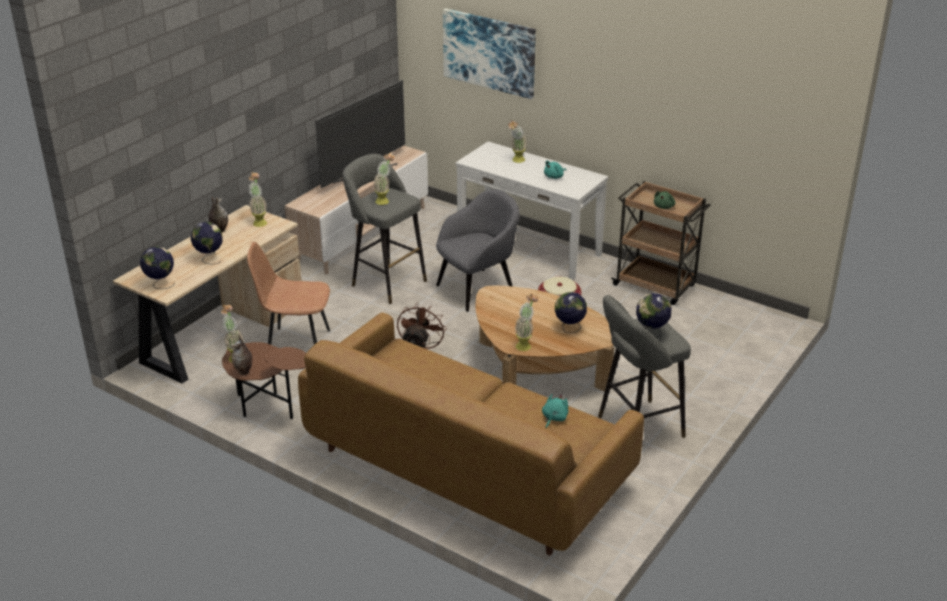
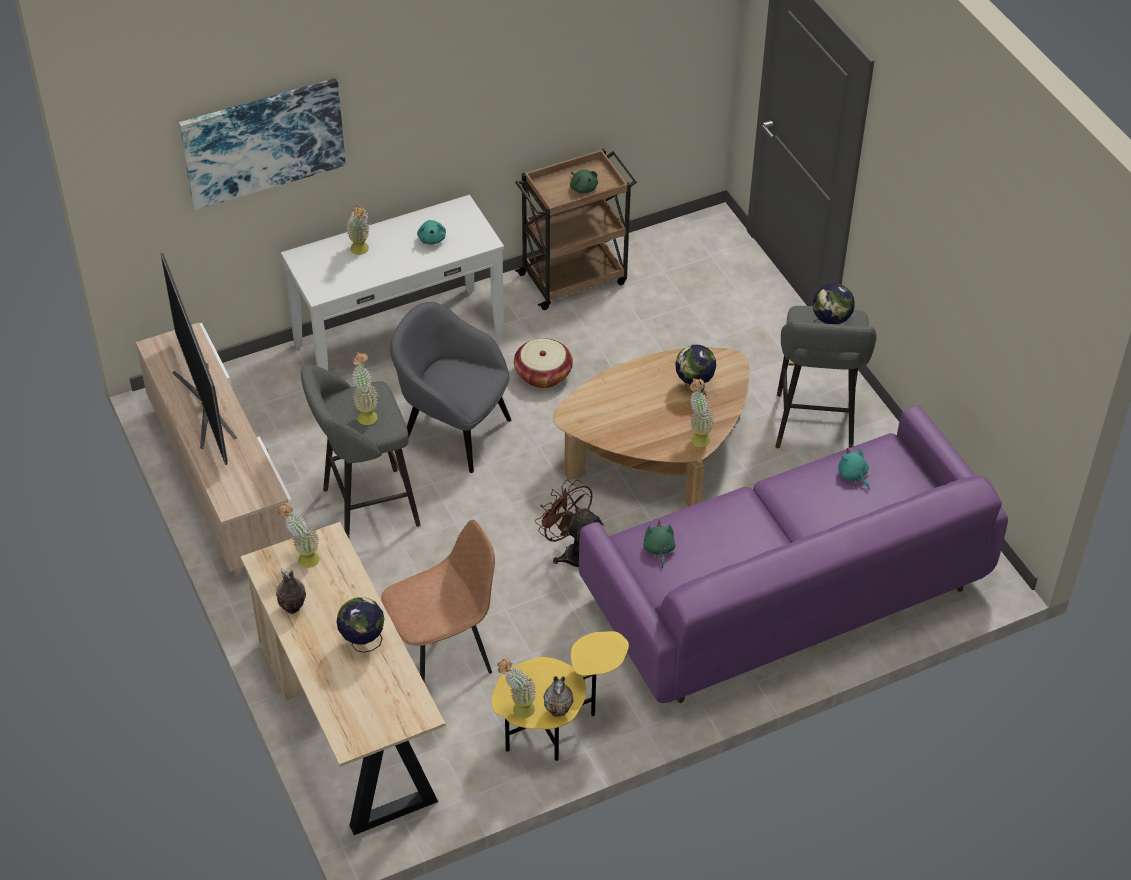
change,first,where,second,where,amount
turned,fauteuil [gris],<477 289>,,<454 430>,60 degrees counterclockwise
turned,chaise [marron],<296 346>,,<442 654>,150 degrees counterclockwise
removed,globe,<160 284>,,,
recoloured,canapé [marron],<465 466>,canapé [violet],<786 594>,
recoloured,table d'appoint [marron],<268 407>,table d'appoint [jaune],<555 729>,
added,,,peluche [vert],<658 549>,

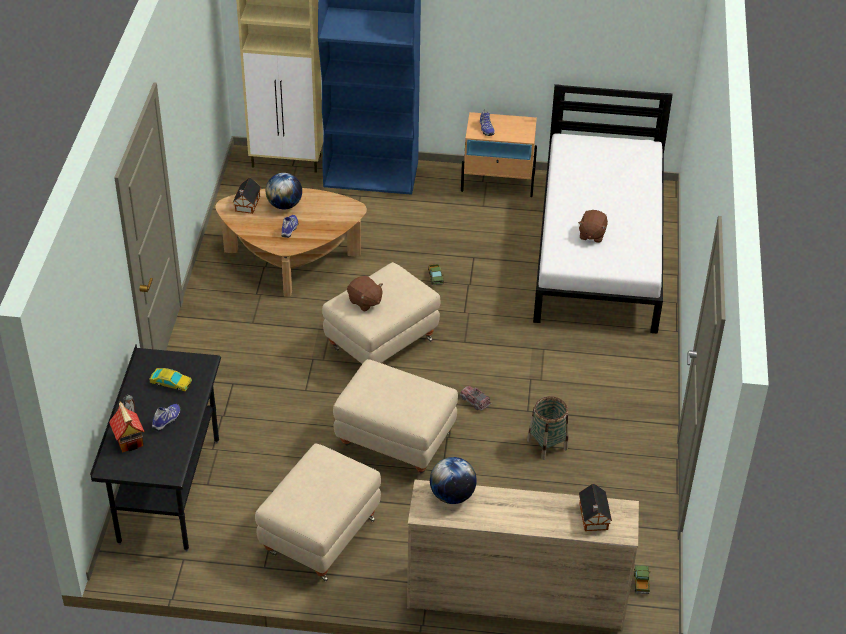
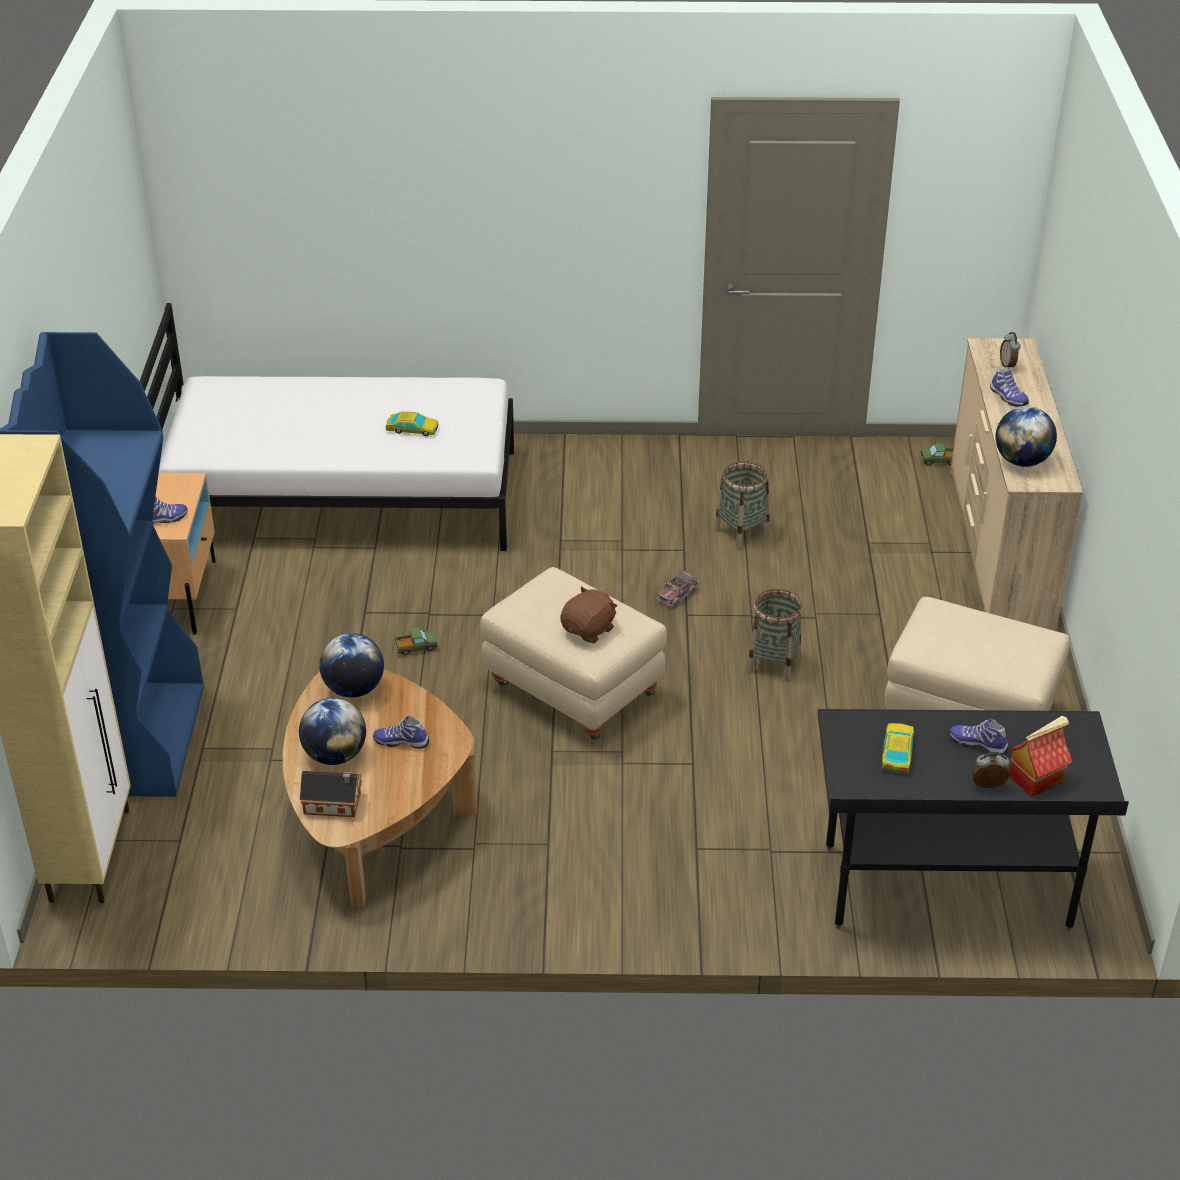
change,first,where,second,where,amount
replaced,peluche [marron],<591 234>,petite voiture,<412 429>,
replaced,pouf [beige],<394 441>,panier,<774 664>,
replaced,maison miniature,<593 518>,réveil,<1008 365>,
added,,,chaussure,<1007 397>,
added,,,globe,<354 689>,

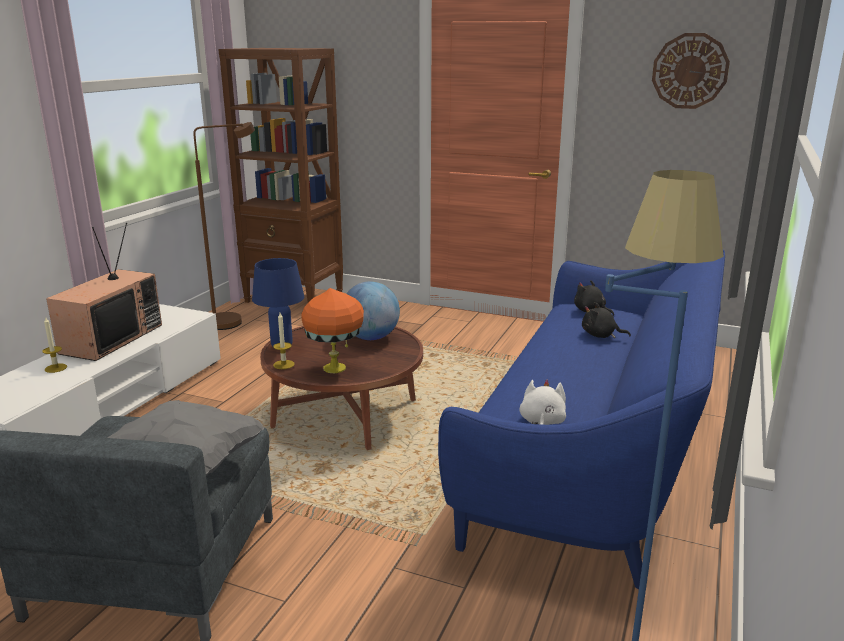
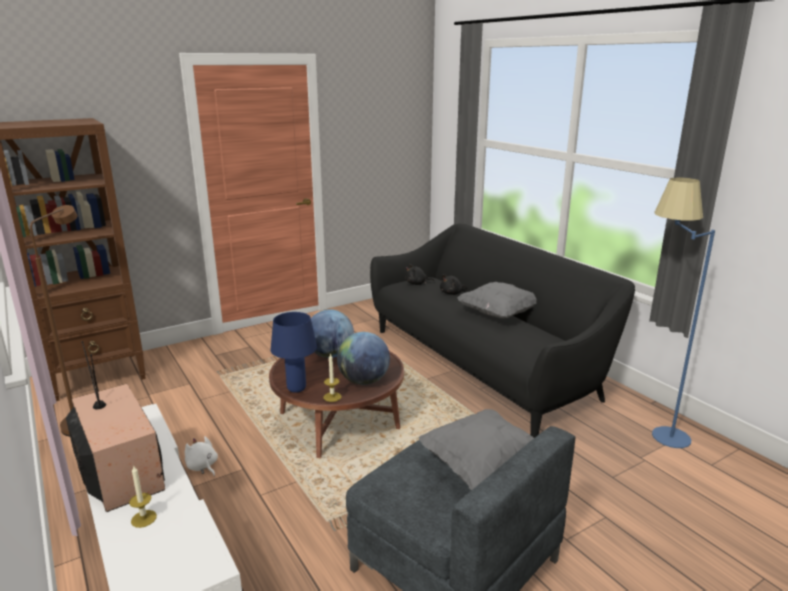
change,first,where,second,where,amount
removed,horloge murale,<690 71>,,,
recoloured,canapé [bleu],<595 454>,canapé [noir],<484 363>,
replaced,lampe de table [orange],<335 368>,globe,<363 381>,
moved,peluche [blanc],<541 422>,,<202 467>,
added,,,coussin [gris],<498 314>,

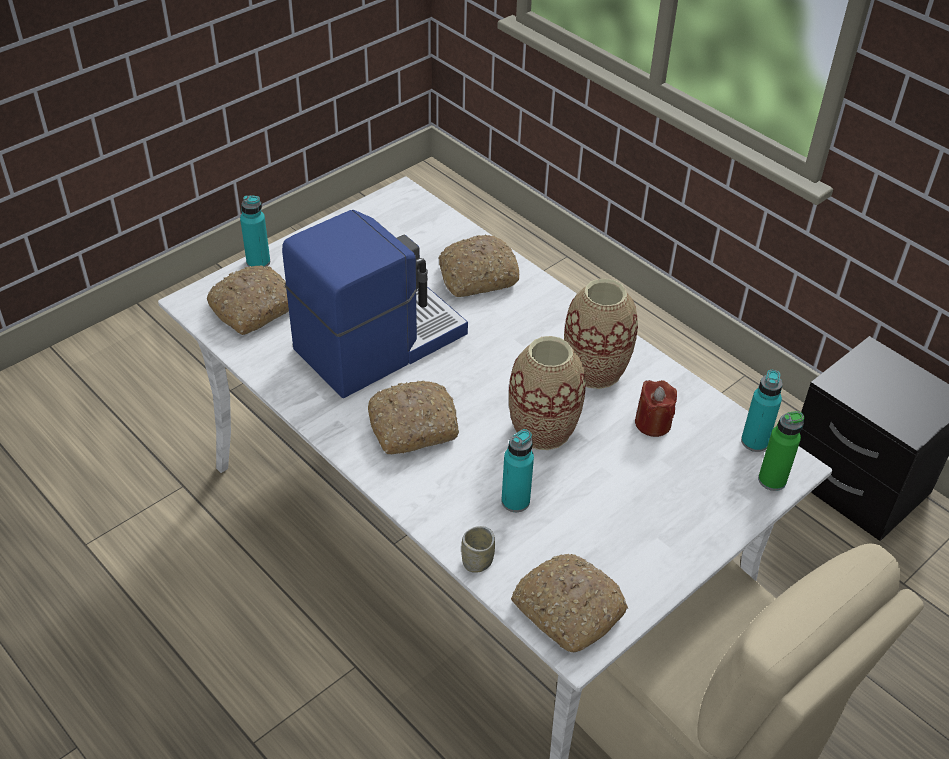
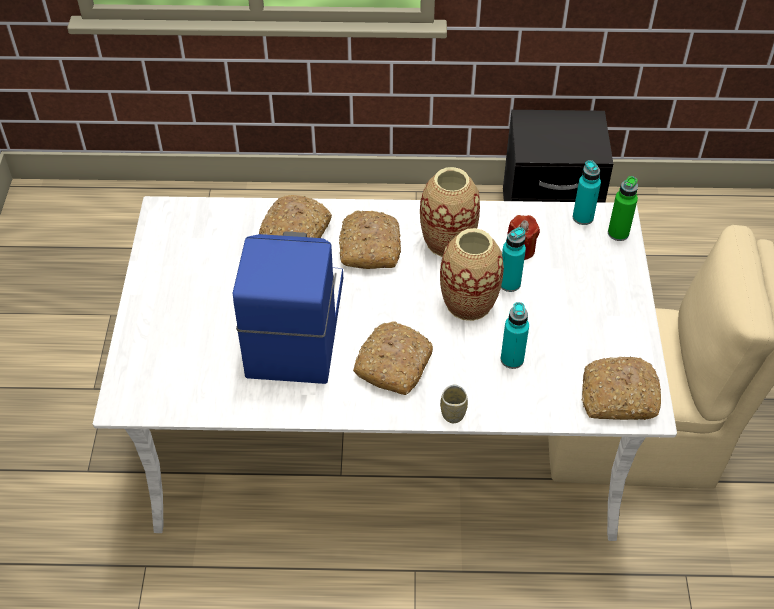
change,first,where,second,where,amount
moved,bouteille [turquoise],<258 262>,,<509 283>,
moved,pain,<253 307>,,<369 247>,
moved,tasse,<477 562>,,<453 413>,

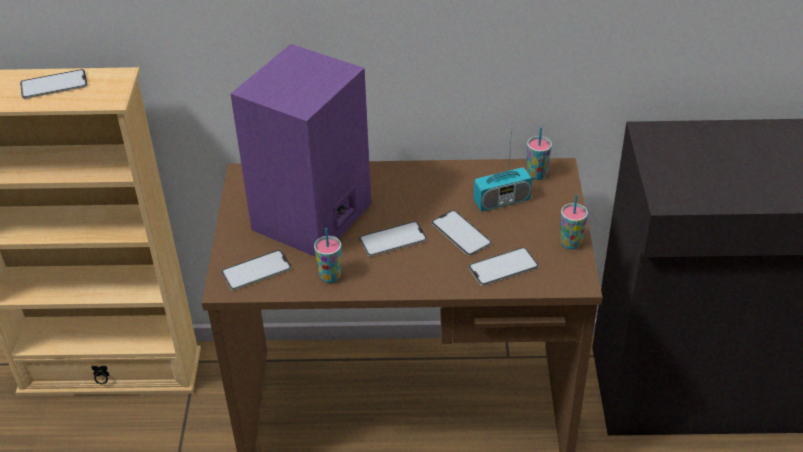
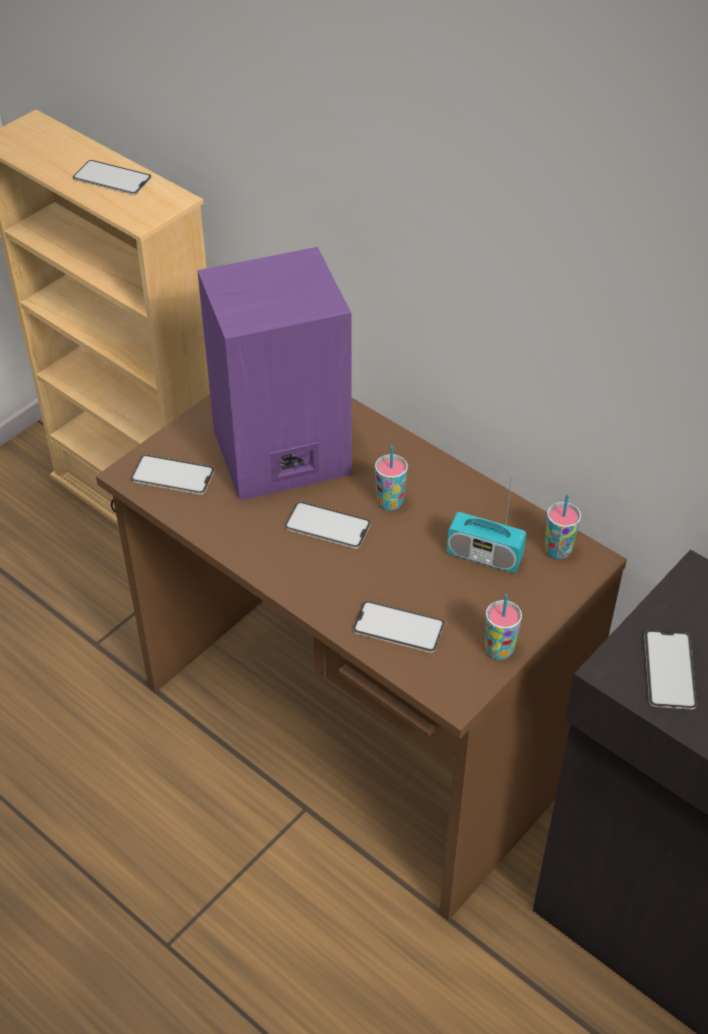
change,first,where,second,where,amount
moved,téléphone,<461 233>,,<669 670>,
moved,tasse,<330 276>,,<390 502>,

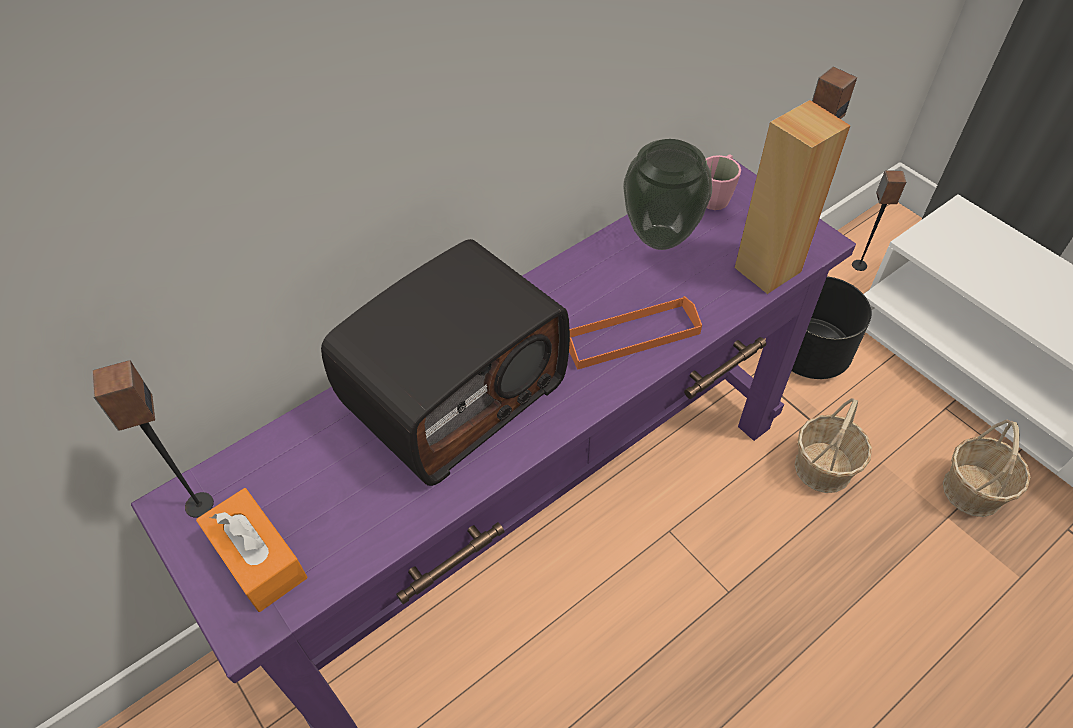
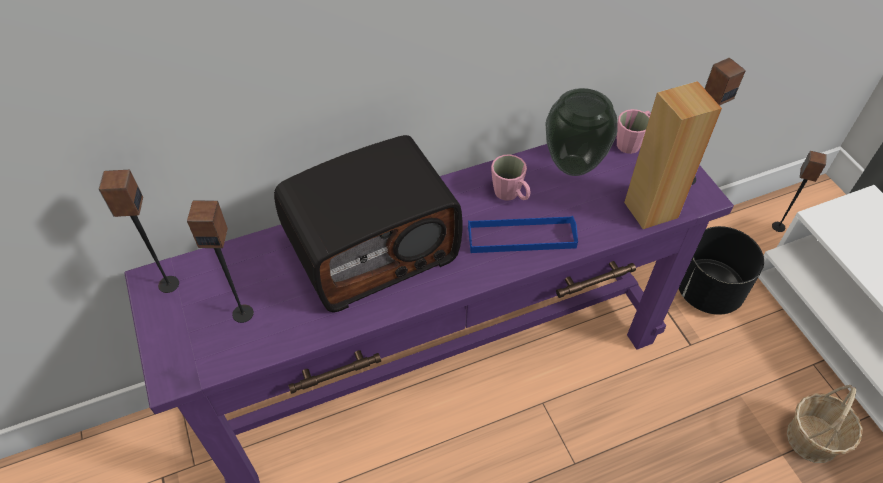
change,first,where,second,where,amount
recoloured,plateau [orange],<631 336>,plateau [bleu],<521 237>,
removed,panier,<823 468>,,,
removed,boîte à mouchoirs [orange],<258 558>,,,
added,,,mug [rose],<511 195>,
added,,,enceinte,<243 313>,

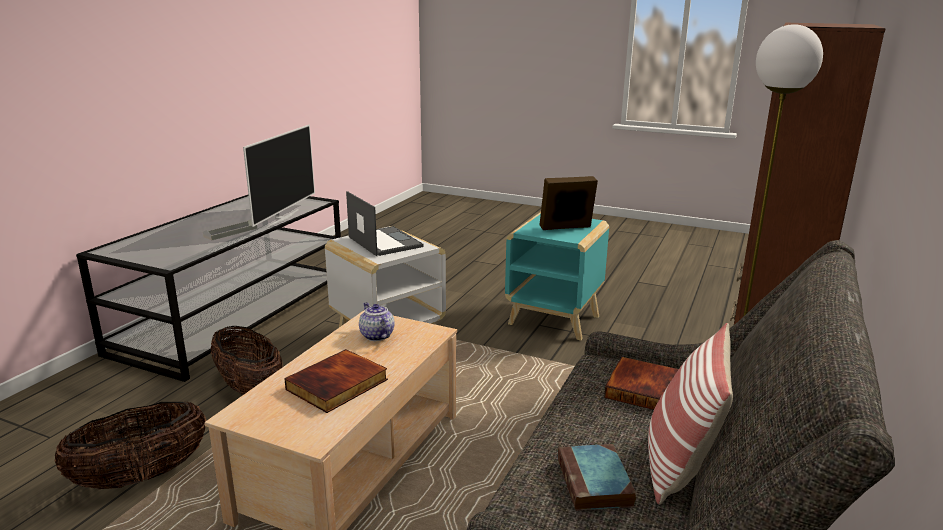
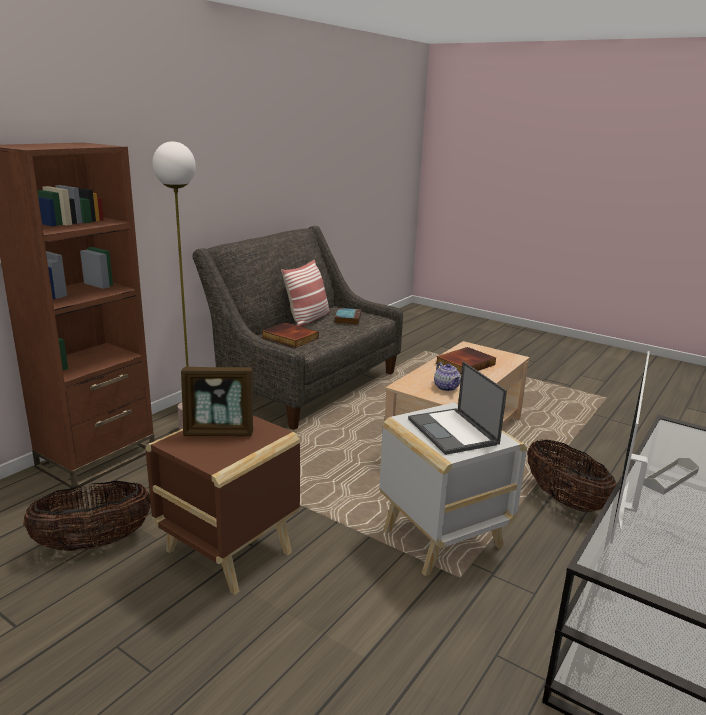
change,first,where,second,where,amount
recoloured,table d'appoint [turquoise],<555 320>,table d'appoint [marron],<227 551>,
moved,panier,<141 476>,,<94 543>,

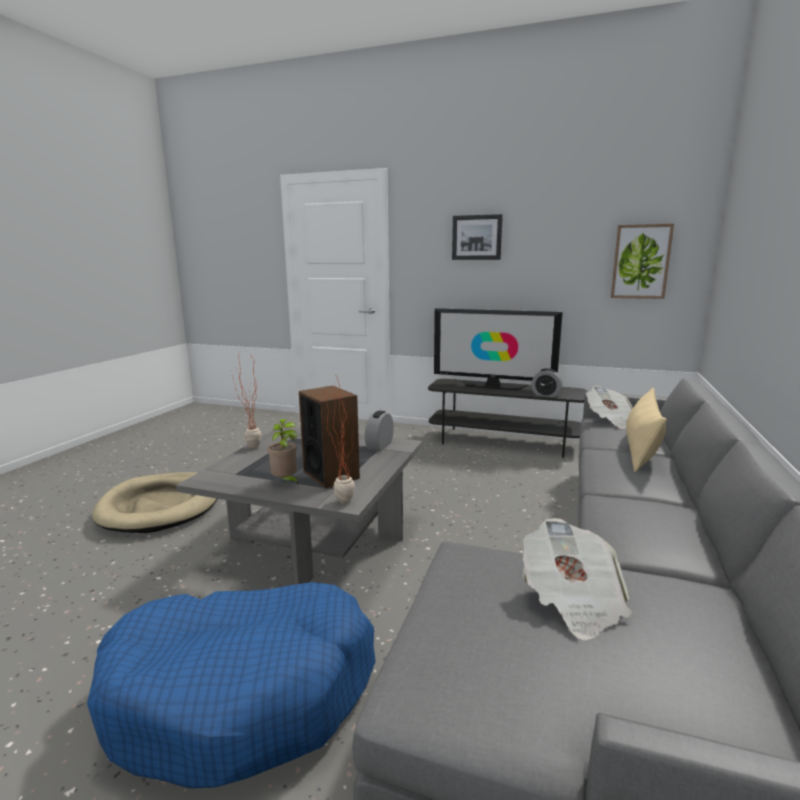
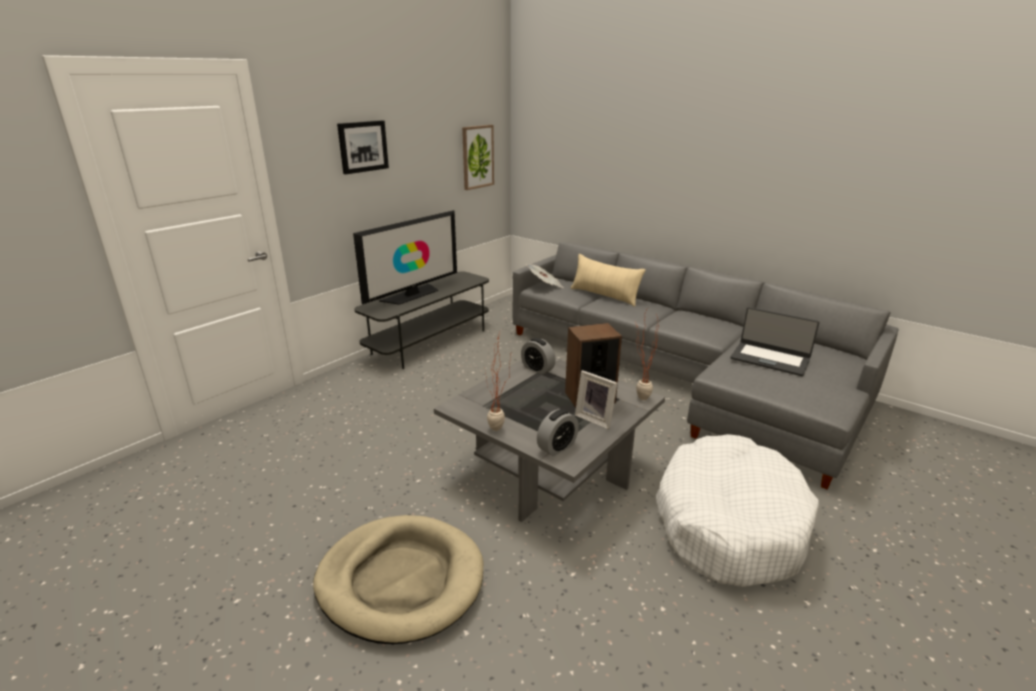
change,first,where,second,where,amount
moved,réveil,<546 395>,,<557 447>,
replaced,plante en pot,<285 482>,cadre photo,<595 418>,
replaced,journal,<572 601>,ordinateur portable,<770 359>,
recoloured,panier pour chien [bleu],<244 692>,panier pour chien [blanc],<728 523>,

